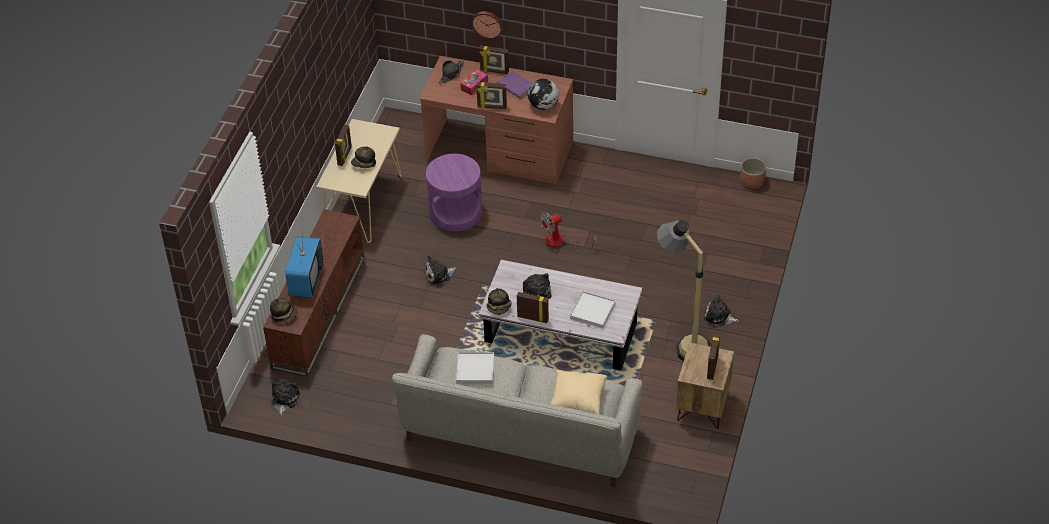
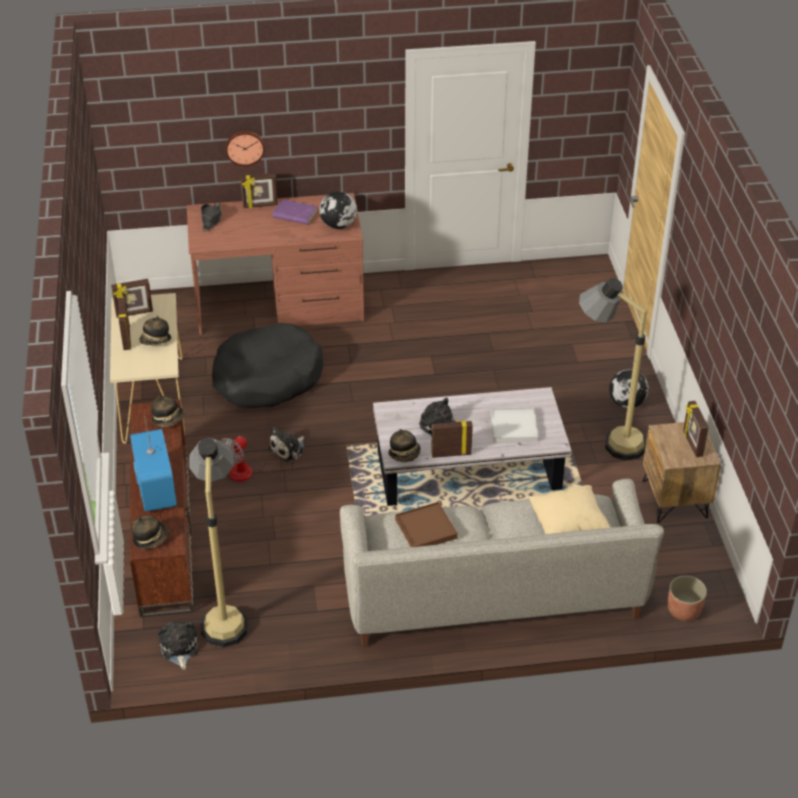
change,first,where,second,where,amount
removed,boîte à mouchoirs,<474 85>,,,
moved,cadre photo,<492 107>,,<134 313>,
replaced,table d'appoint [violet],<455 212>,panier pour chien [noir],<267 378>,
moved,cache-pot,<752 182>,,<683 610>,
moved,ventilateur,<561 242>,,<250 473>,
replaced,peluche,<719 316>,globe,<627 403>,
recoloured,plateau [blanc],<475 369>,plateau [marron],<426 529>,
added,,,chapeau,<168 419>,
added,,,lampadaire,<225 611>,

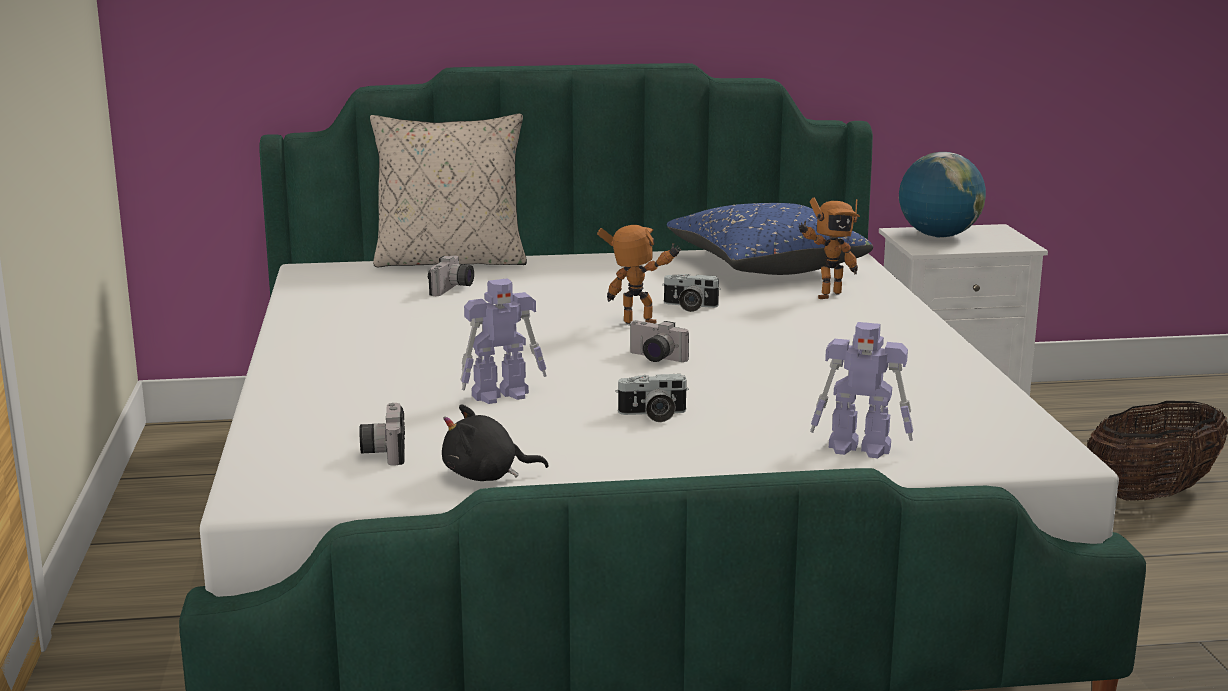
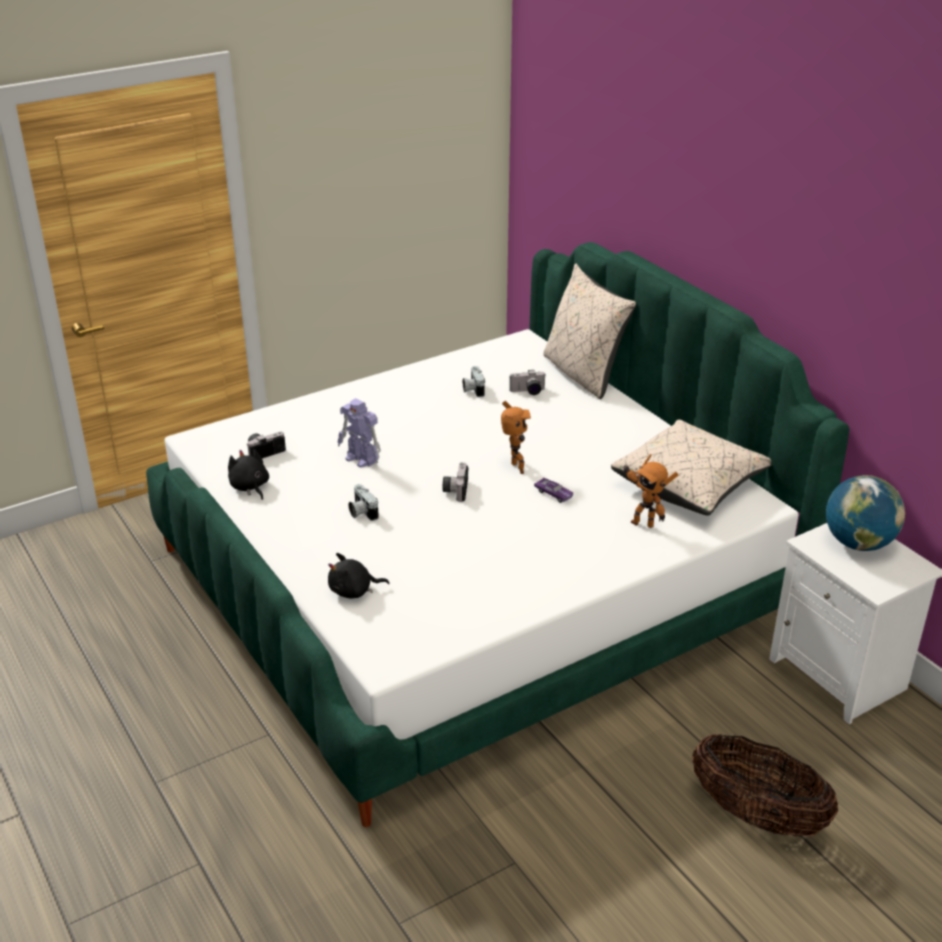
change,first,where,second,where,amount
recoloured,coussin [bleu],<766 266>,coussin [beige],<690 485>,
moved,appareil photo,<689 307>,,<473 389>,
replaced,robot jouet,<861 448>,peluche [noir],<354 591>,
added,,,petite voiture [violet],<553 494>,

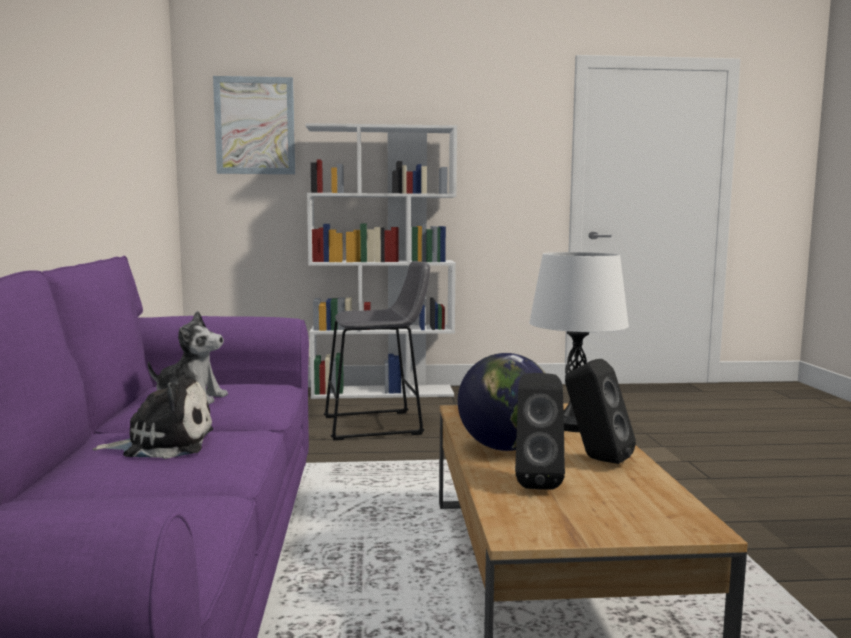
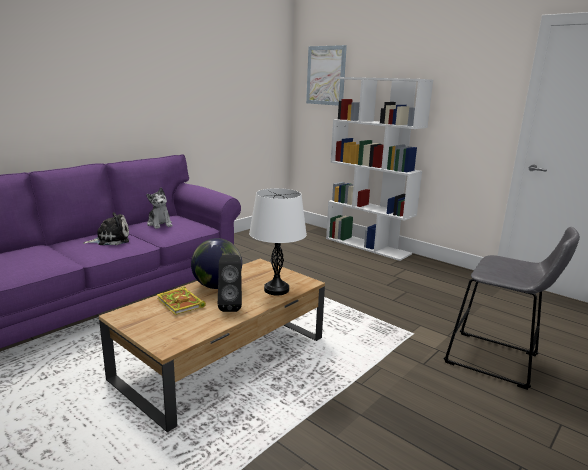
change,first,where,second,where,amount
moved,tabouret [gris],<378 425>,,<497 361>,
replaced,enceinte [noir],<537 481>,livre,<181 303>,
turned,peluche,<163 444>,,<111 240>,60 degrees counterclockwise

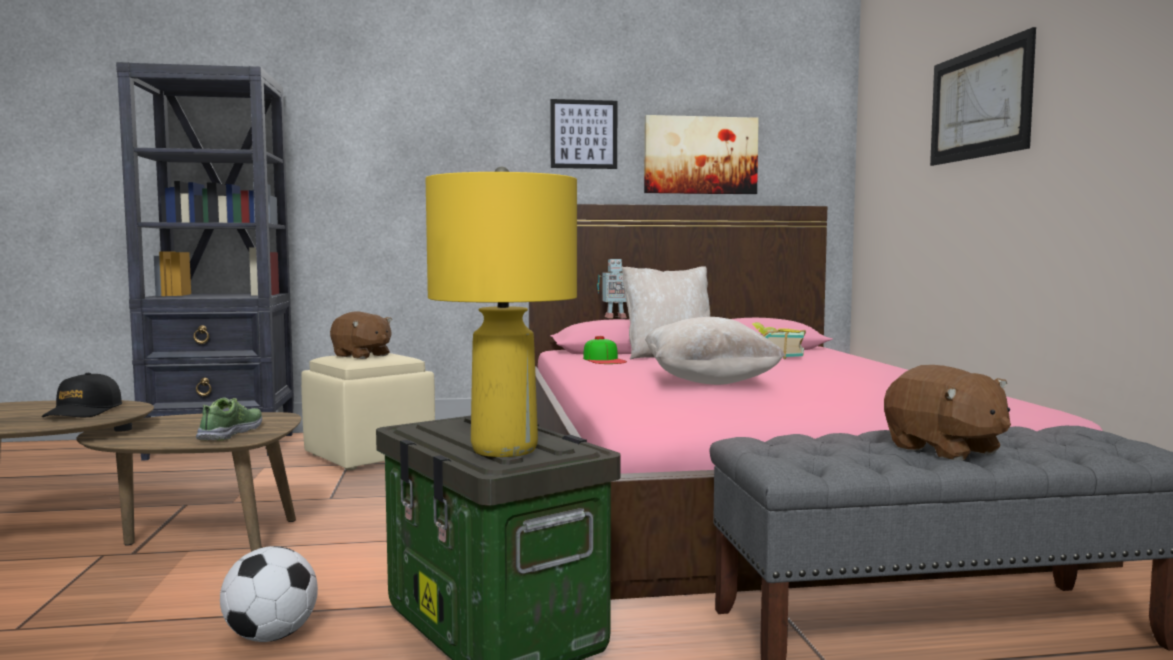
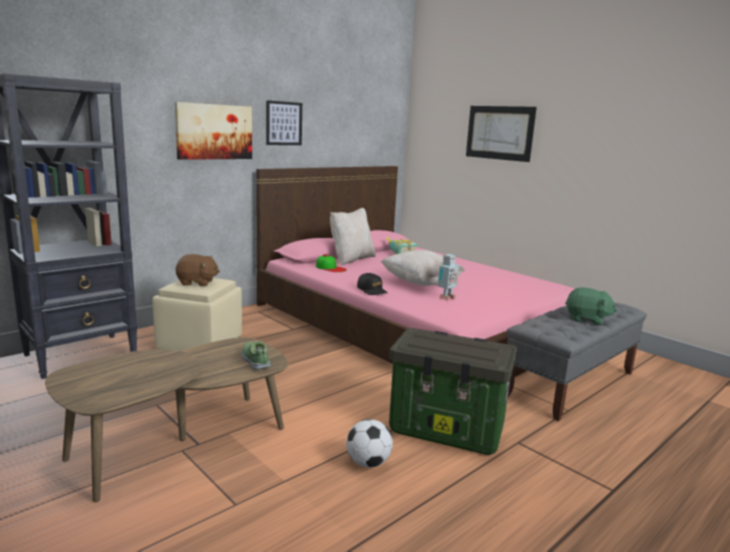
change,first,where,second,where,amount
moved,tableau,<700 155>,,<214 132>,
removed,lampe de table [jaune],<503 449>,,,
moved,robot jouet,<614 317>,,<445 298>,
recoloured,peluche [marron],<944 450>,peluche [vert],<587 319>,
moved,casquette [noir],<83 412>,,<372 290>,

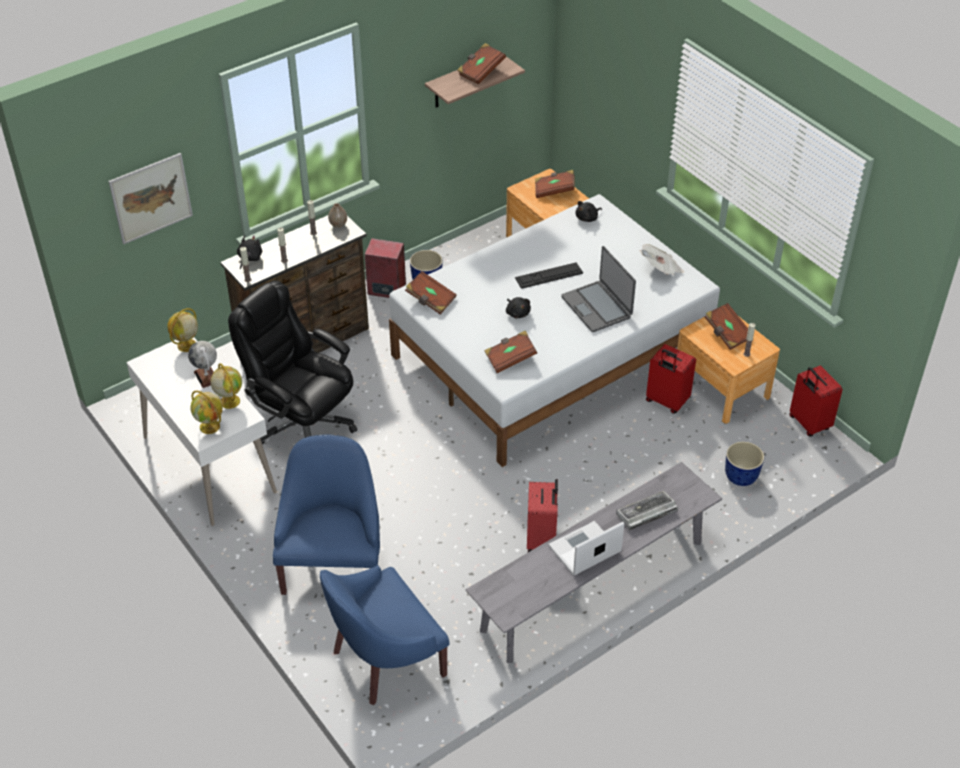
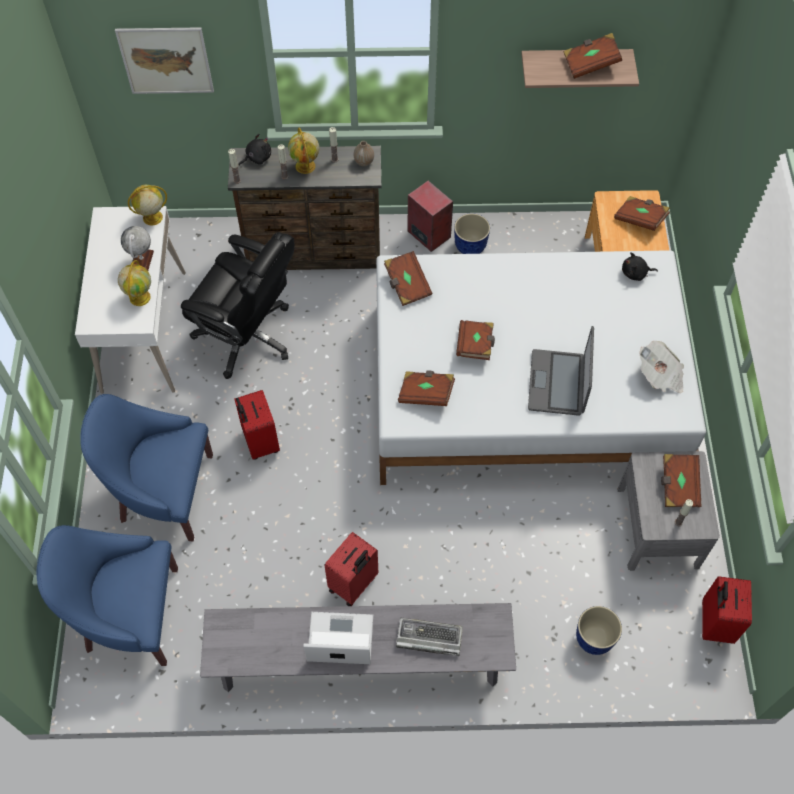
change,first,where,second,where,amount
removed,clavier,<549 275>,,,
turned,chaise de bureau [noir],<302 425>,,<247 336>,135 degrees clockwise
replaced,peluche [noir],<517 313>,livre [marron],<475 345>,
recoloured,table de chevet [marron],<721 388>,table de chevet [gris],<658 527>,
moved,valise [rouge],<666 402>,,<259 442>,
moved,globe,<210 426>,,<305 166>,
turned,fauteuil [bleu],<333 564>,,<164 492>,120 degrees counterclockwise

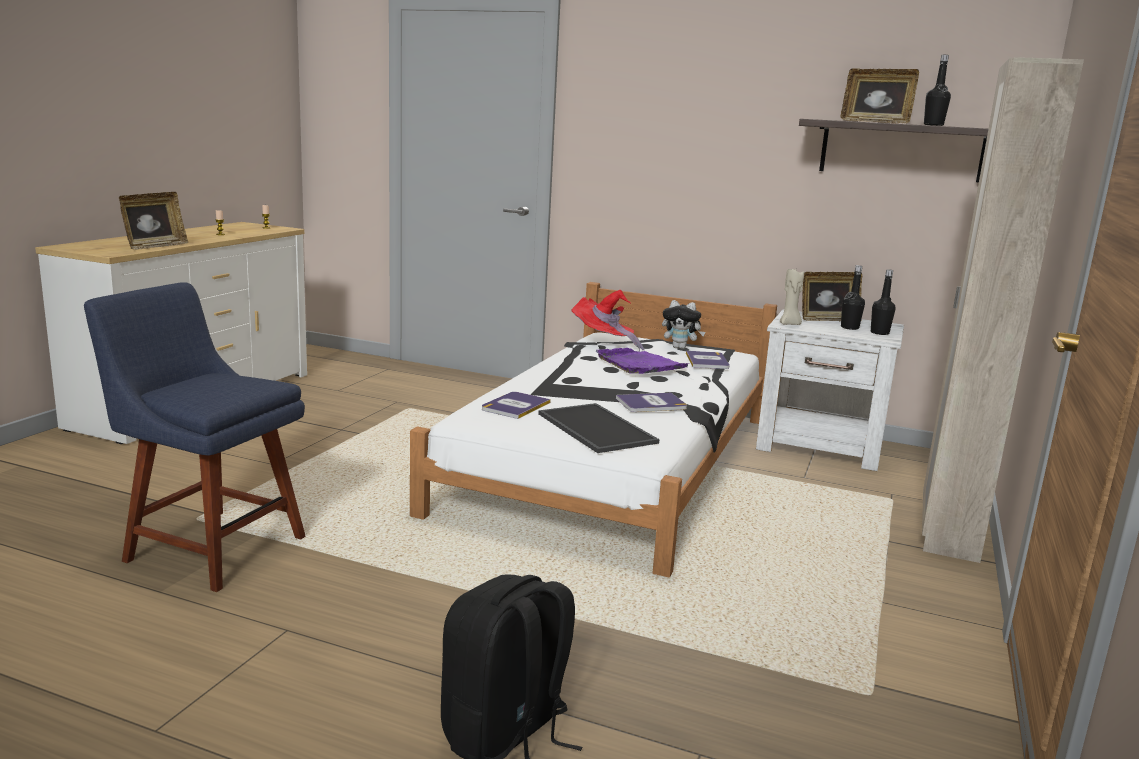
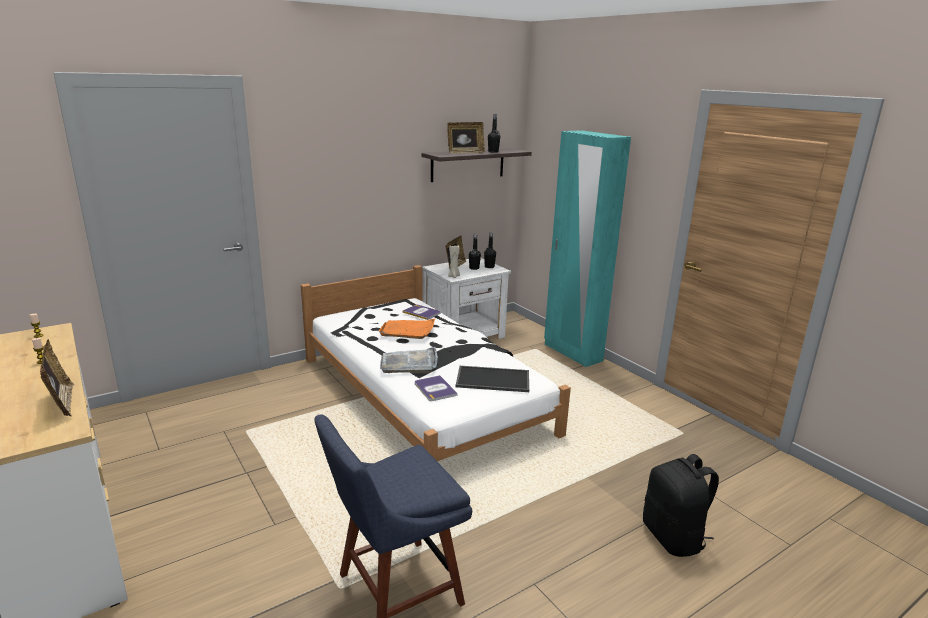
change,first,where,second,where,amount
recoloured,armoire [beige],<947 530>,armoire [turquoise],<572 353>,
removed,chapeau [rouge],<604 344>,,,
removed,peluche,<680 348>,,,
recoloured,plateau [violet],<640 364>,plateau [orange],<407 330>,
removed,livre,<651 404>,,,
added,,,plateau [gris],<409 363>,

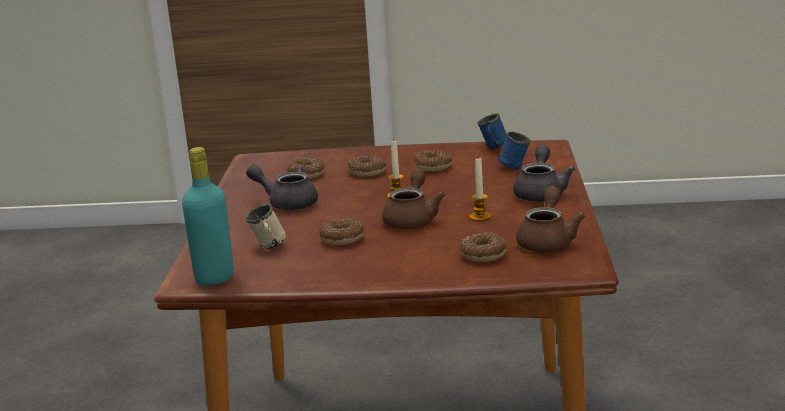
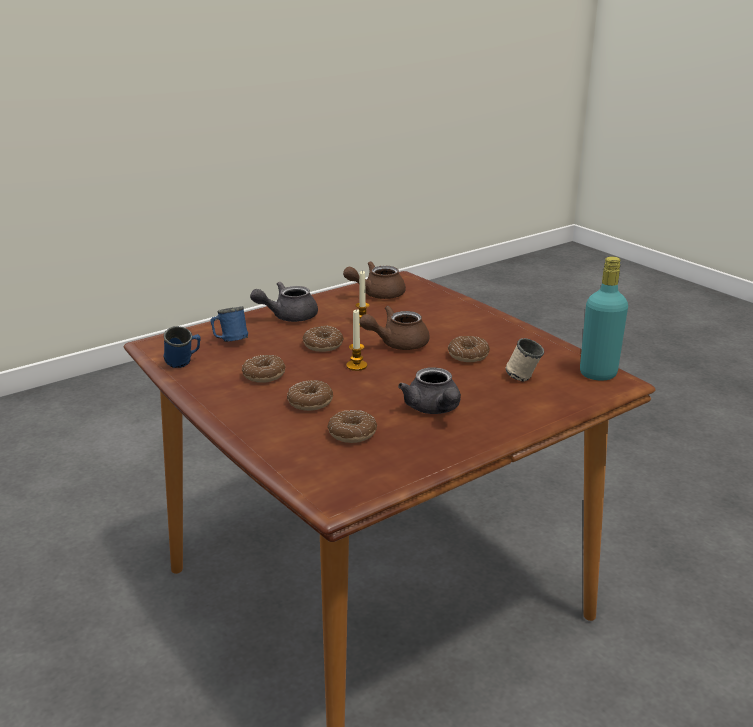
change,first,where,second,where,amount
moved,beignet,<483 255>,,<323 345>,

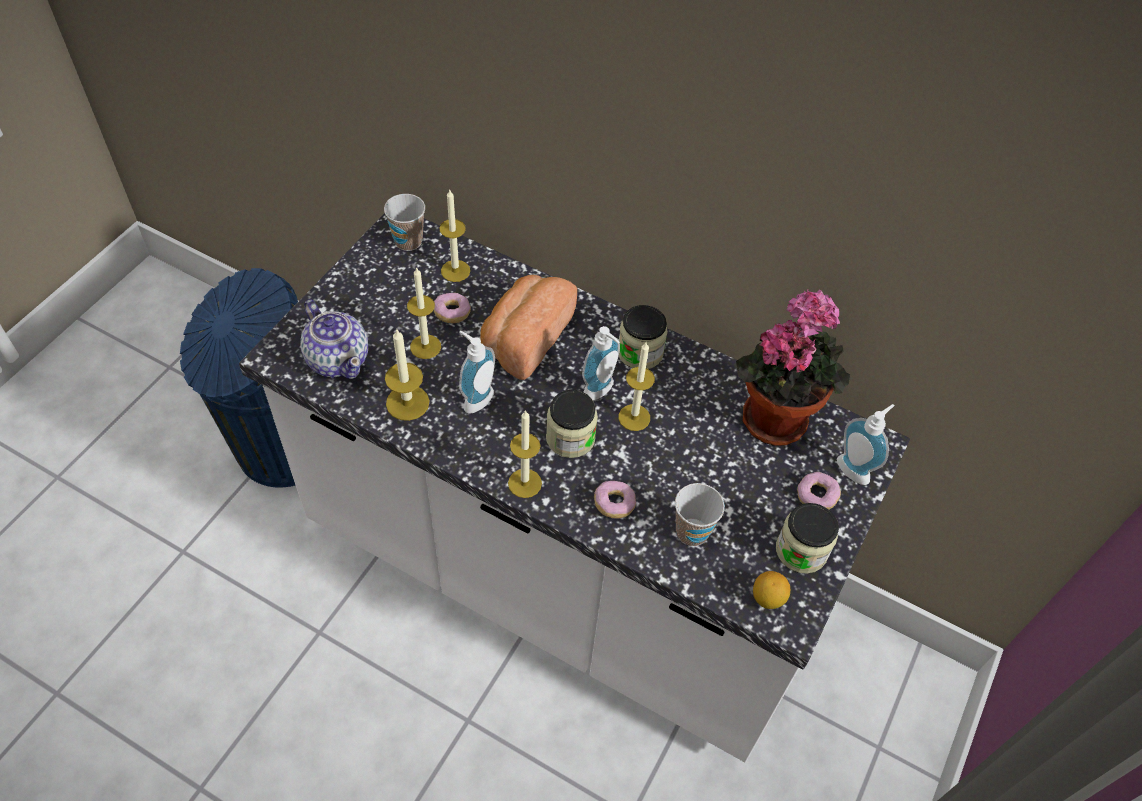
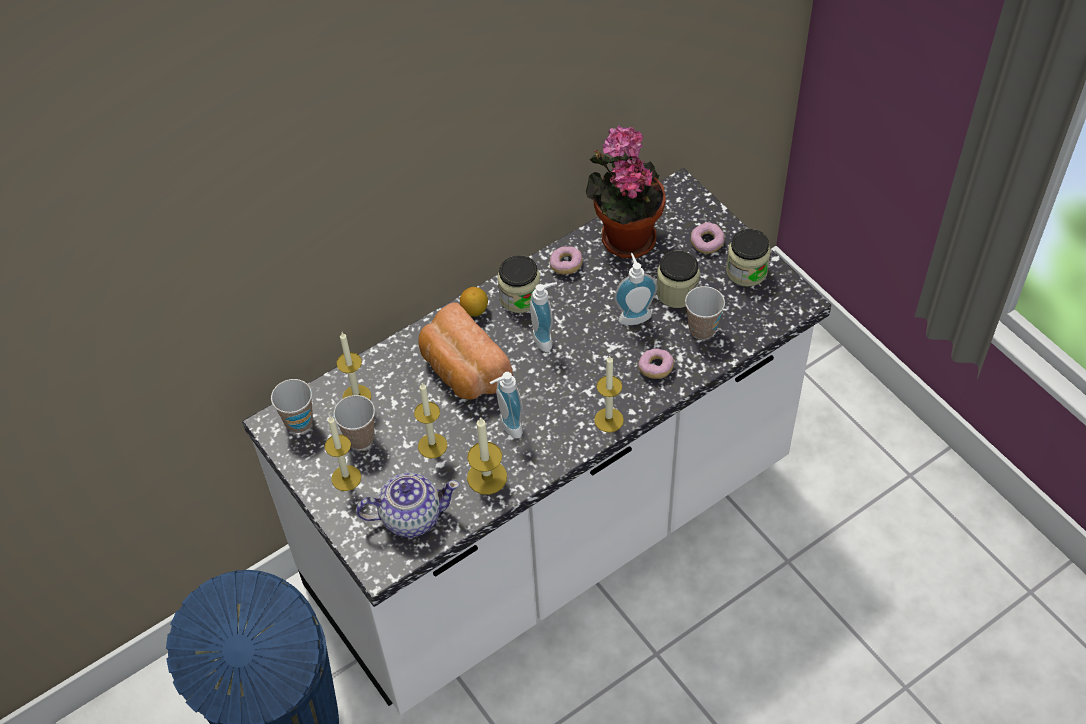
change,first,where,second,where,amount
moved,beignet,<452 313>,,<566 265>,
moved,bougie,<634 417>,,<346 478>,
moved,bocal,<570 438>,,<677 292>,
moved,distributeur de savon,<856 468>,,<633 315>,
moved,citron,<767 598>,,<475 310>,
added,,,tasse,<360 438>,

